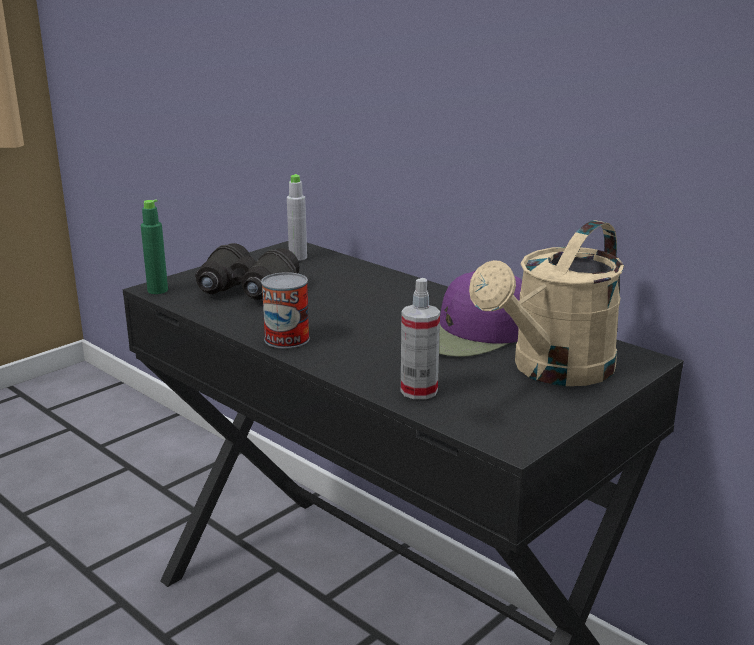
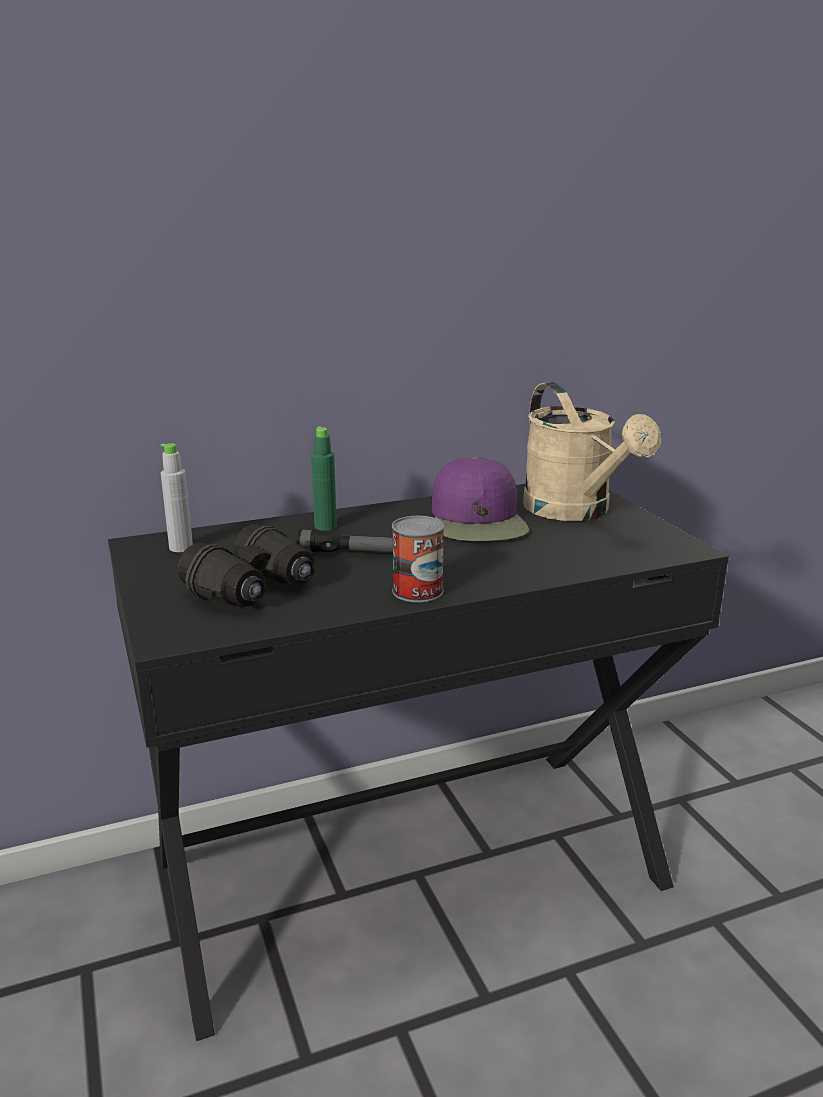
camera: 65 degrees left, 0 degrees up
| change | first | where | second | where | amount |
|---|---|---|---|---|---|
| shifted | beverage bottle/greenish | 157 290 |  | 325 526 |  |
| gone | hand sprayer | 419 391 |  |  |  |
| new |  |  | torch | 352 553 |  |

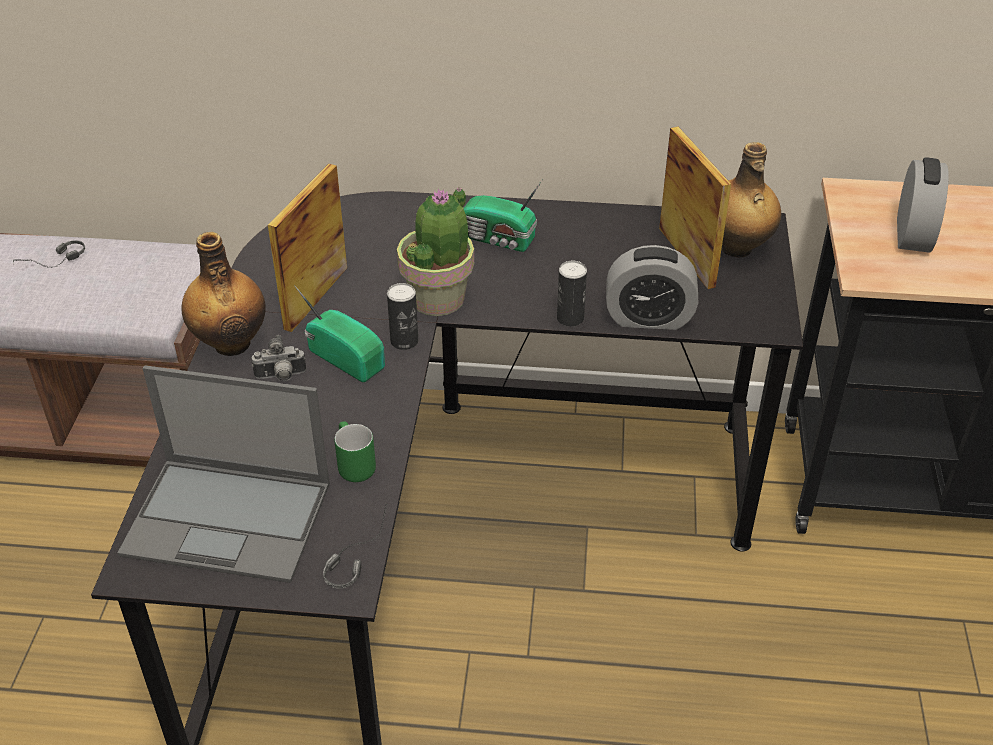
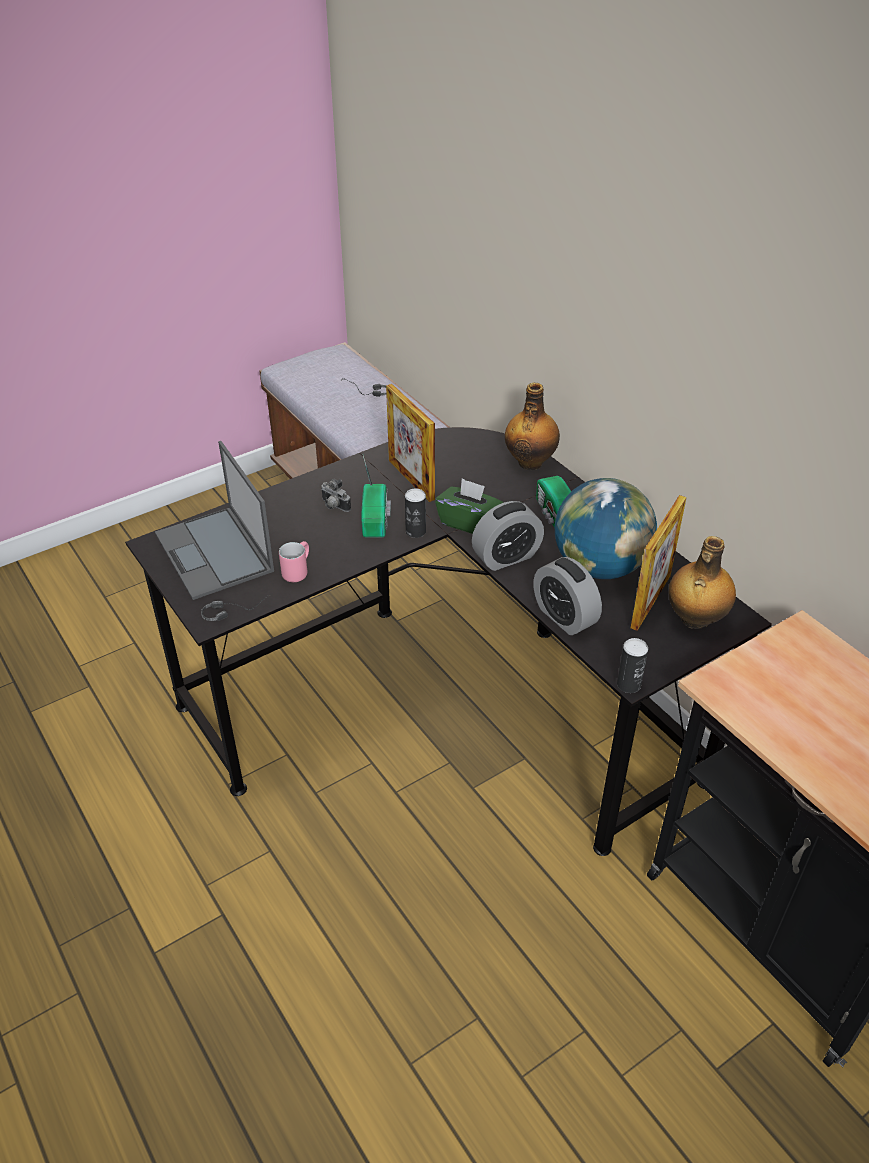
camera: 50 degrees right, 0 degrees up
| change | first | where | second | where | amount |
|---|---|---|---|---|---|
| shifted | beverage bottle | 231 343 |  | 530 462 |  |
| rotated | standing frame | 316 298 |  | 411 480 | 105 degrees counterclockwise |
| repainted | mug/greenish | 351 465 | mug/pinkish | 296 571 |  |
| swapped | potted plant | 438 298 | box of tissues/greenish | 469 522 |  |
| shifted | metal can | 570 318 |  | 628 684 |  |
| shifted | alarm clock | 913 234 |  | 506 557 |  |
| new |  |  | world globe | 600 566 |  |

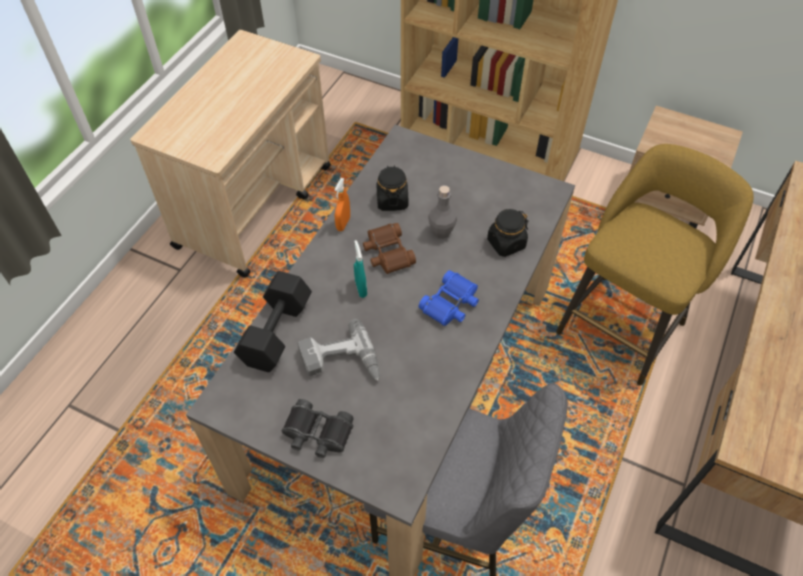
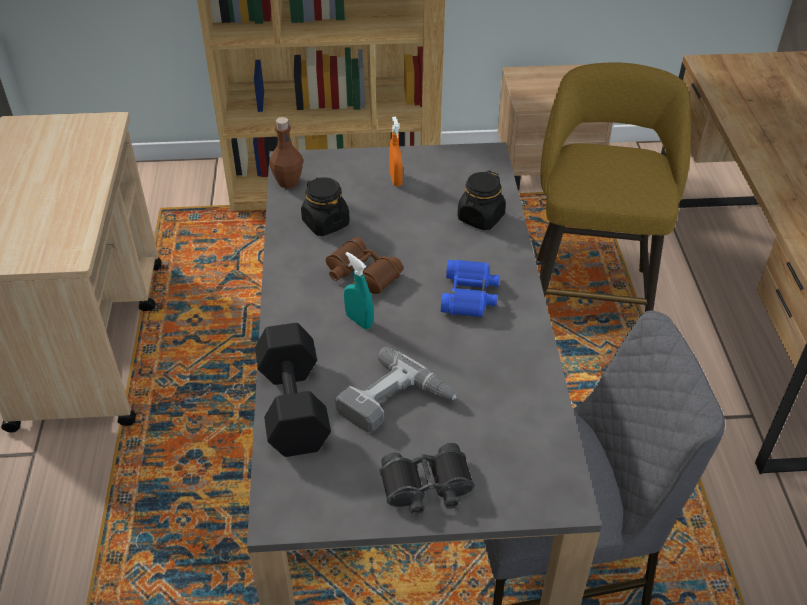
camera: 30 degrees left, 10 degrees down
| change | first | where | second | where | amount |
|---|---|---|---|---|---|
| shifted | hand sprayer/orange | 343 223 |  | 396 179 |  |
| gone | beverage bottle/gray | 441 232 |  |  |  |
| new |  |  | beverage bottle/brown-coloured | 288 182 |  |

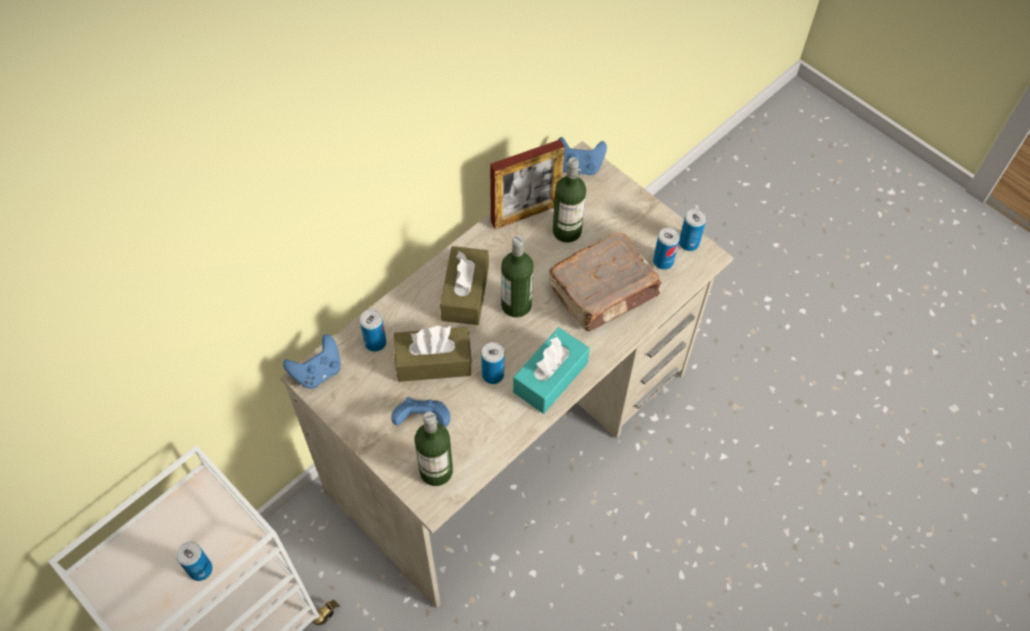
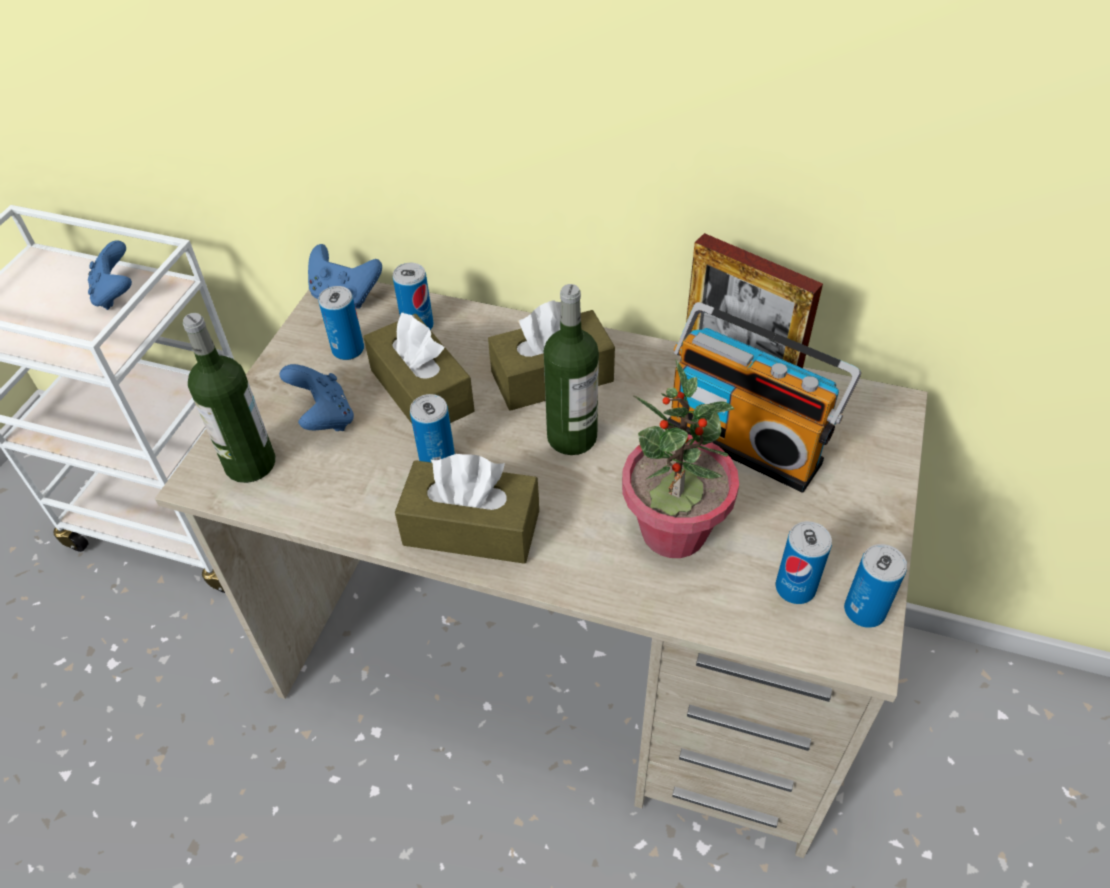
camera: 65 degrees right, 10 degrees down
| change | first | where | second | where | amount |
|---|---|---|---|---|---|
| shifted | metal can | 200 569 |  | 348 350 |  |
| repainted | box of tissues/blue-green | 550 377 | box of tissues/brown-coloured | 471 528 |  |
| swapped | bound book/brown-coloured | 604 292 | potted plant | 673 532 |  |
| swapped | beverage bottle | 567 231 | radio receiver | 746 440 |  |
| shifted | game controller/bluish | 579 166 |  | 116 294 |  |

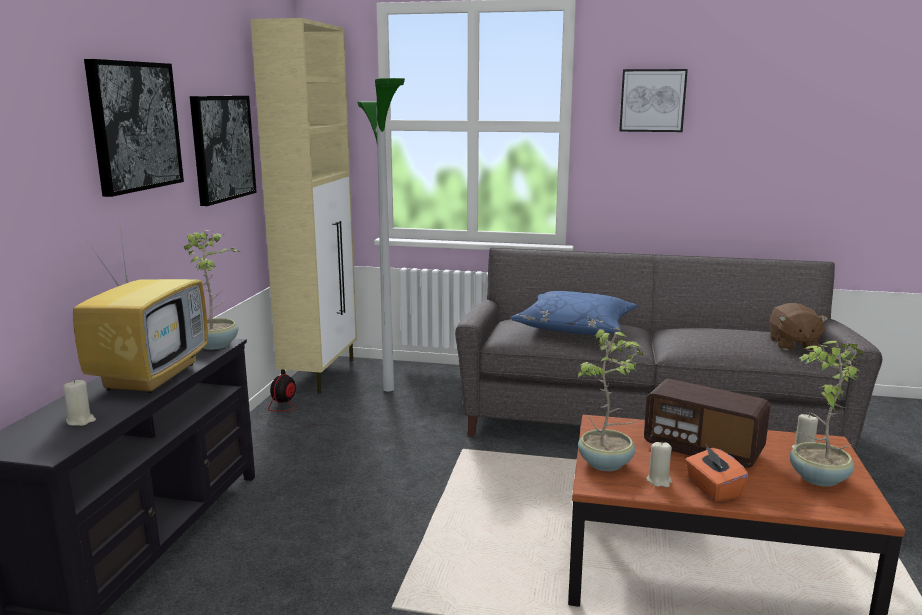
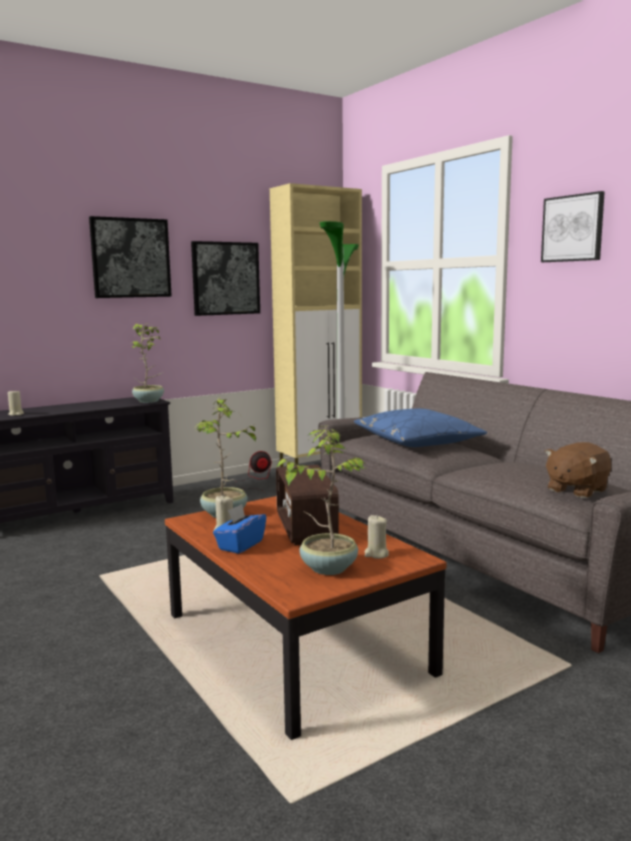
camera: 45 degrees right, 5 degrees down
| change | first | where | second | where | amount |
|---|---|---|---|---|---|
| gone | TV | 151 376 |  |  |  |
| repainted | box of tissues/orange | 713 489 | box of tissues/bluish | 240 545 |  |

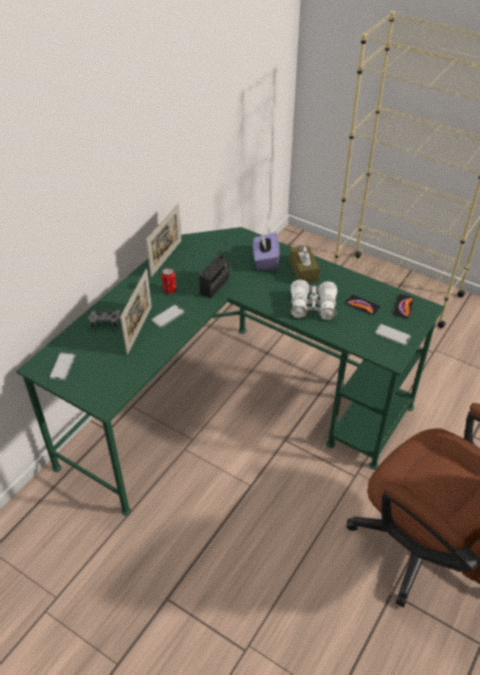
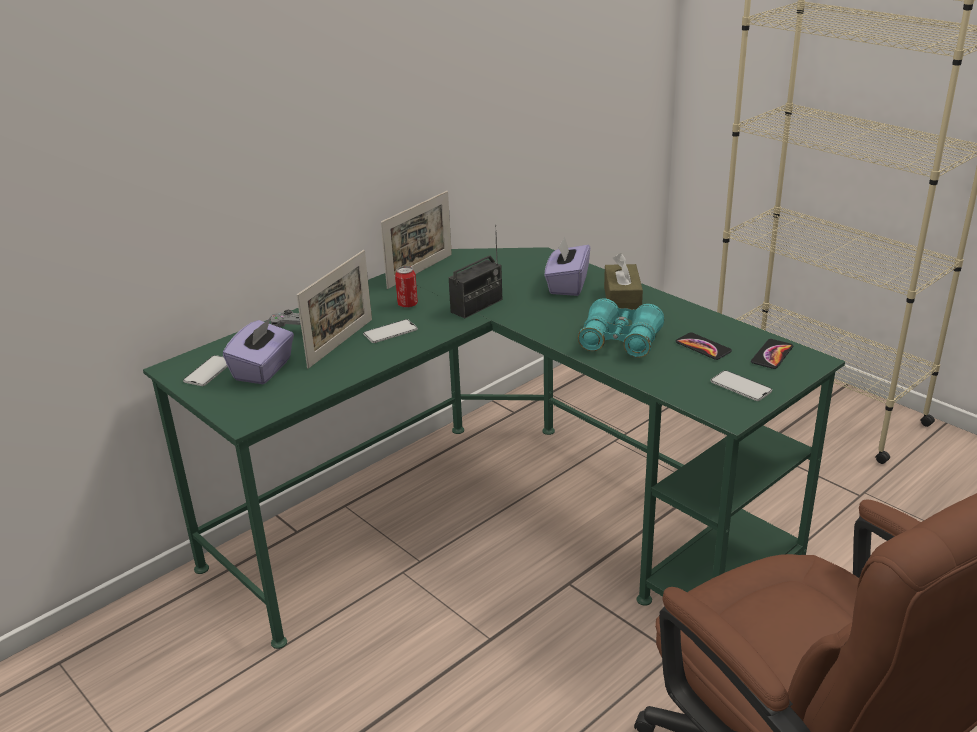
camera: 15 degrees right, 15 degrees down
| change | first | where | second | where | amount |
|---|---|---|---|---|---|
| repainted | pair of binoculars/whitish | 313 306 | pair of binoculars/blue-green | 620 341 |  |
| new |  |  | box of tissues/purple-coloured | 264 370 |  |

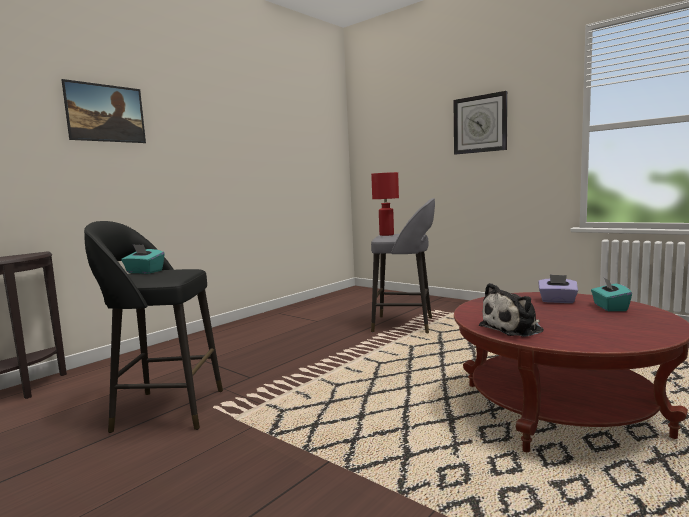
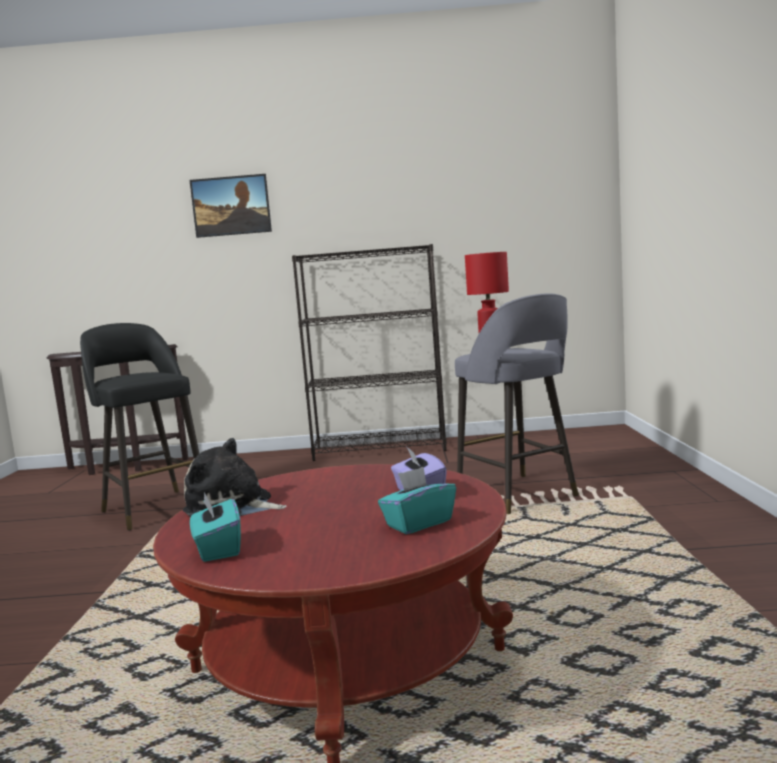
camera: 50 degrees right, 0 degrees up
| change | first | where | second | where | amount |
|---|---|---|---|---|---|
| shifted | box of tissues/blue-green | 144 272 |  | 218 549 |  |
| gone | hanging clock | 480 124 |  |  |  |
| new |  |  | shelving unit/black | 380 449 |  |

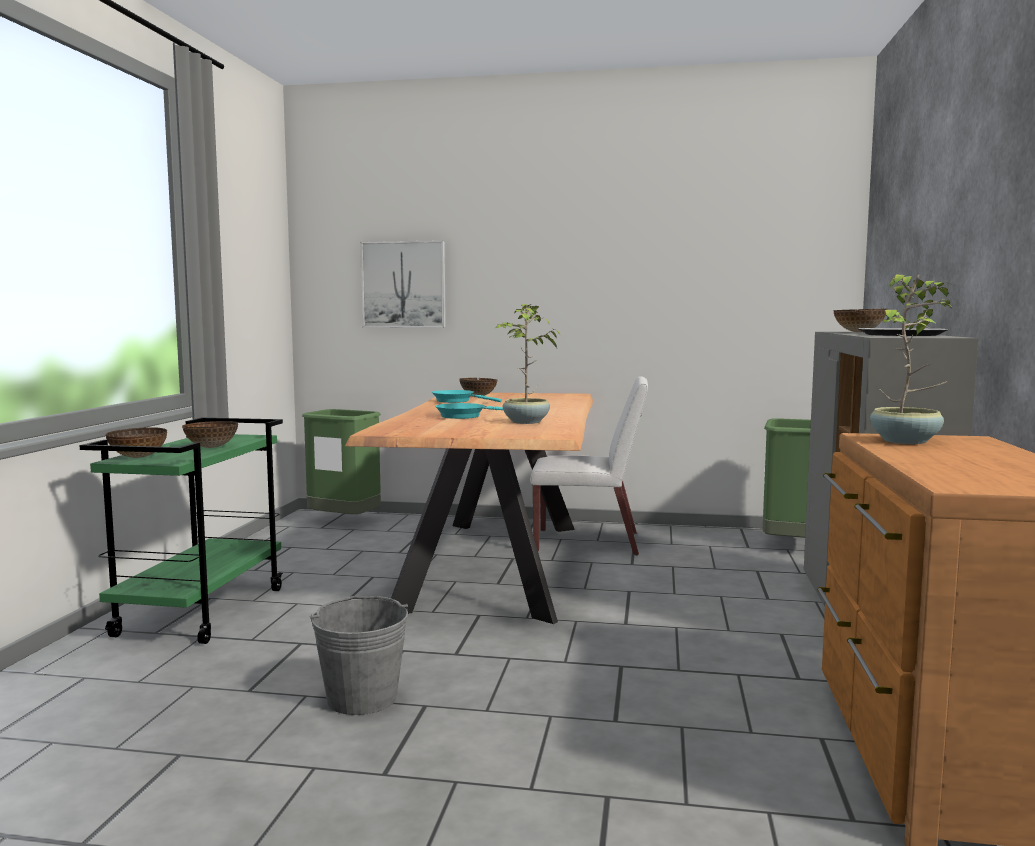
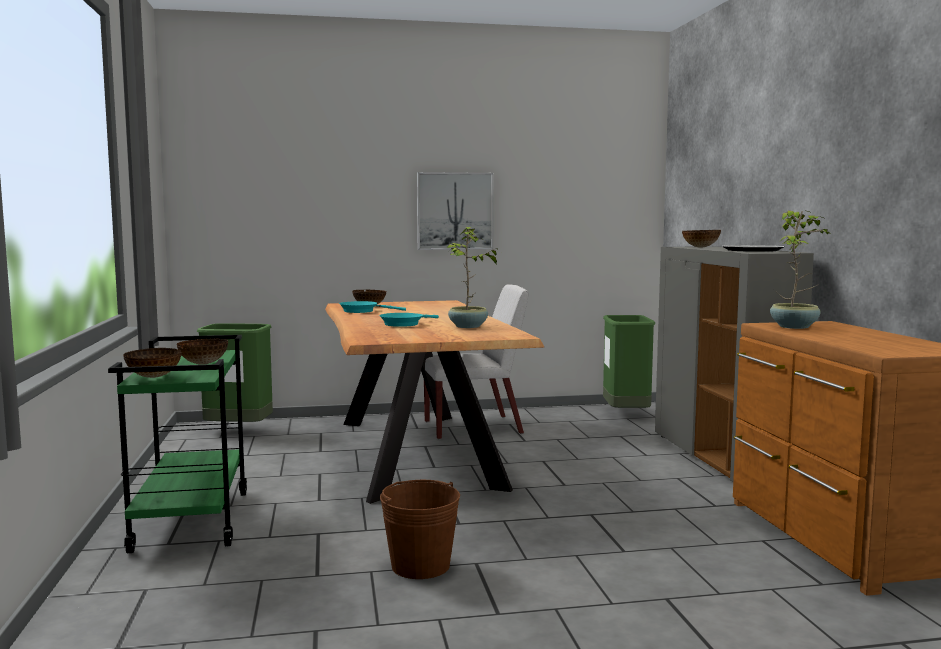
camera: 20 degrees left, 0 degrees up
| change | first | where | second | where | amount |
|---|---|---|---|---|---|
| repainted | pail/gray | 362 698 | pail/brown-coloured | 420 566 |  |
| shifted | wall picture | 403 284 |  | 455 211 |  |

